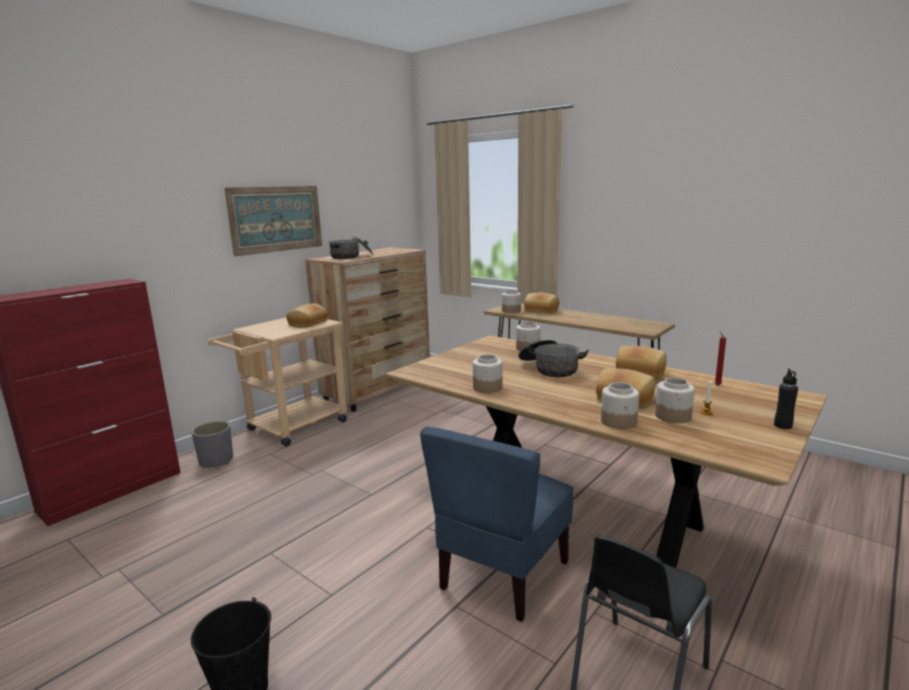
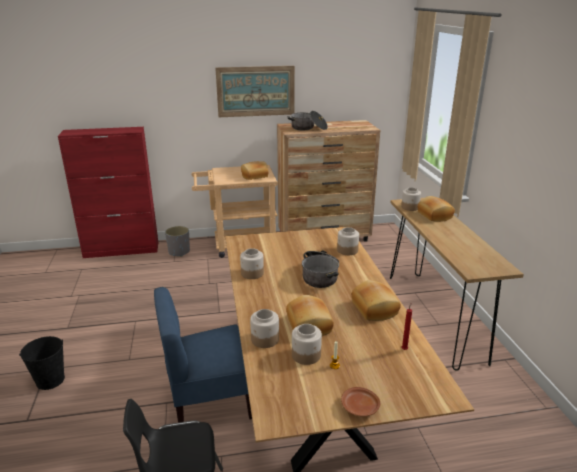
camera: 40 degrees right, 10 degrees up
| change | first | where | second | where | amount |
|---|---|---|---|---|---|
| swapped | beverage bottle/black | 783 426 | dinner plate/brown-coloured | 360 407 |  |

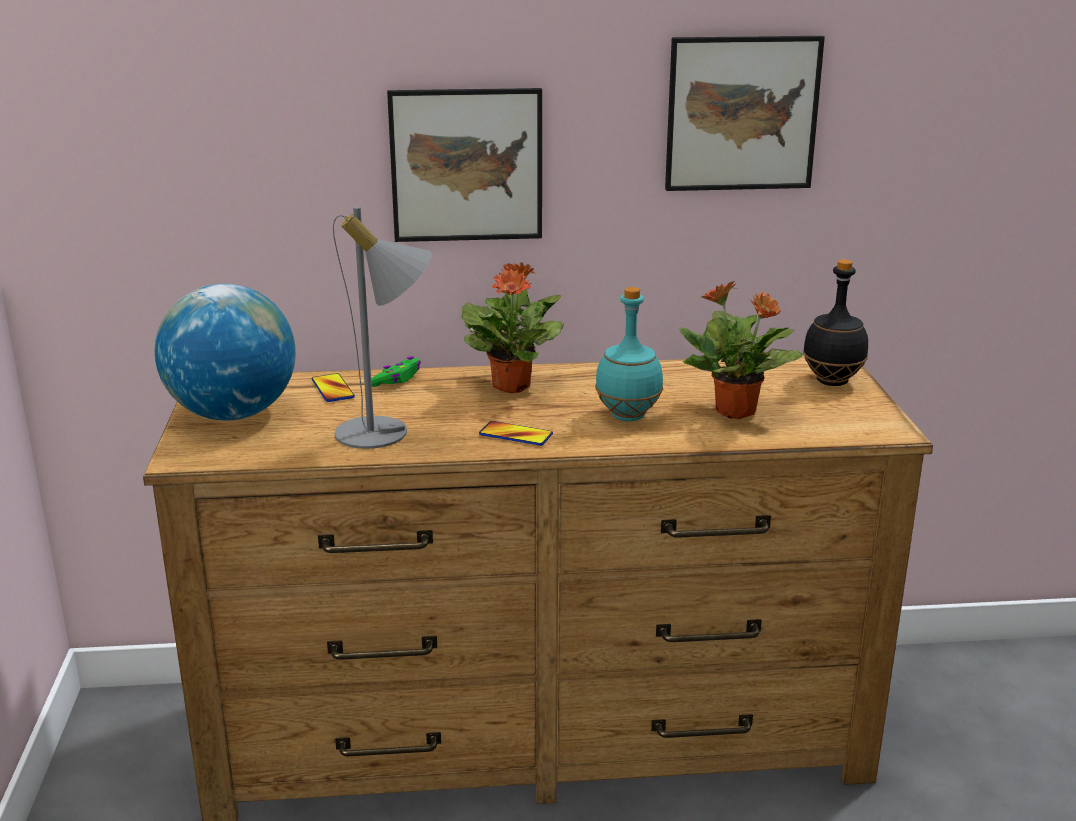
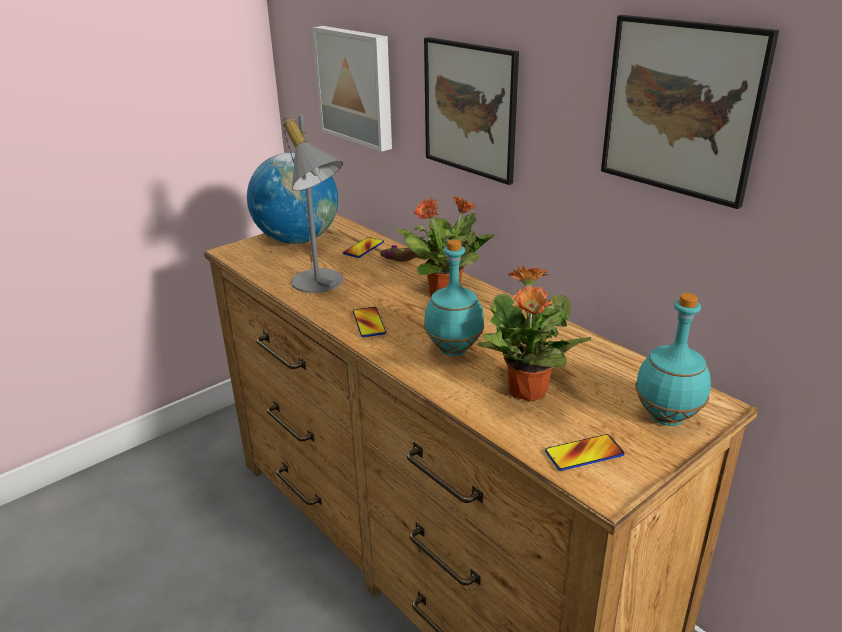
camera: 55 degrees right, 5 degrees up
| change | first | where | second | where | amount |
|---|---|---|---|---|---|
| repainted | game controller/greenish | 396 379 | game controller/brown-coloured | 402 258 |  |
| repainted | beverage bottle/black | 831 381 | beverage bottle/blue-green | 666 417 |  |
| new |  |  | wall picture | 357 86 |  |
| new |  |  | handset | 584 454 |  |

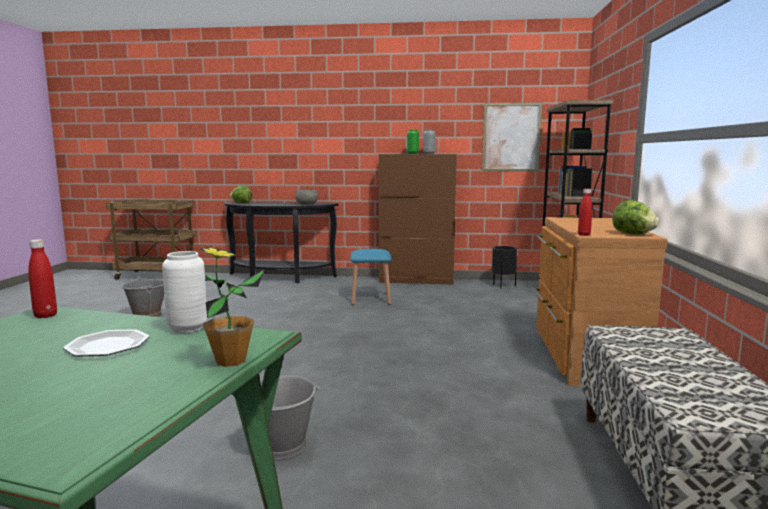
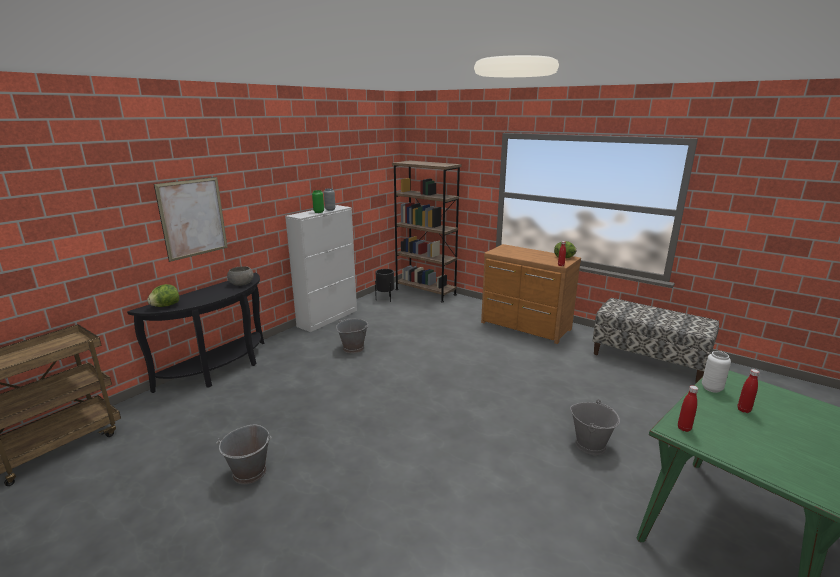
camera: 60 degrees left, 10 degrees up
| change | first | where | second | where | amount |
|---|---|---|---|---|---|
| swapped | dinner plate | 108 346 | beverage bottle/red-coloured | 743 410 |  |
| gone | potted plant | 230 361 |  |  |  |
| swapped | stool seat/bluish | 370 299 | pail/gray | 353 348 |  |
| repainted | cabinet/brown-coloured | 416 280 | cabinet/whitish | 328 318 |  |
| shifted | wall picture | 511 137 |  | 193 218 |  |

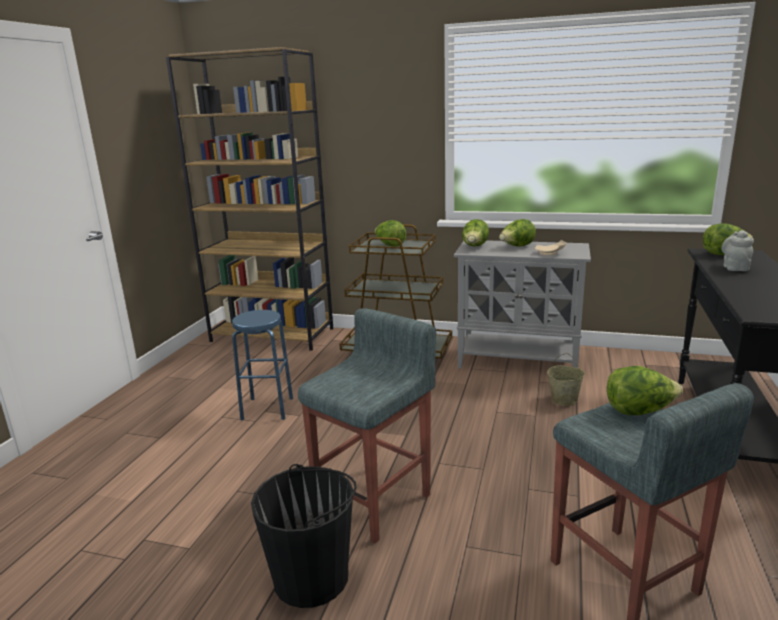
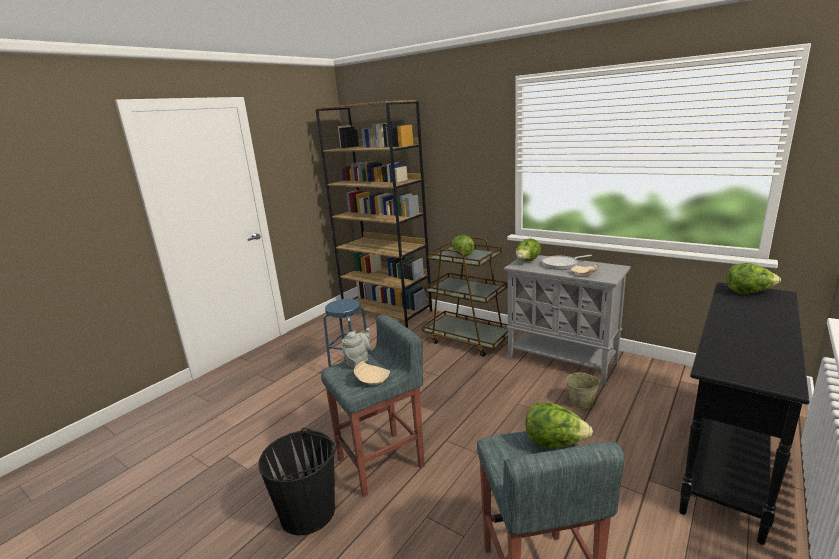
camera: 20 degrees right, 0 degrees up
| change | first | where | second | where | amount |
|---|---|---|---|---|---|
| swapped | lettuce | 516 247 | skillet | 562 264 |  |
| shifted | teapot/gray | 734 267 |  | 358 361 |  |
| new |  |  | dinner plate/beige | 372 379 |  |

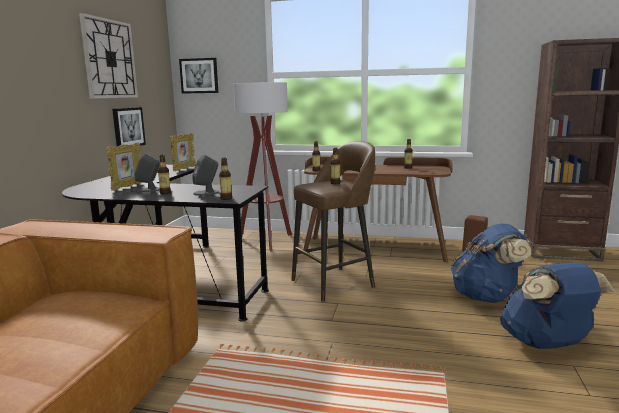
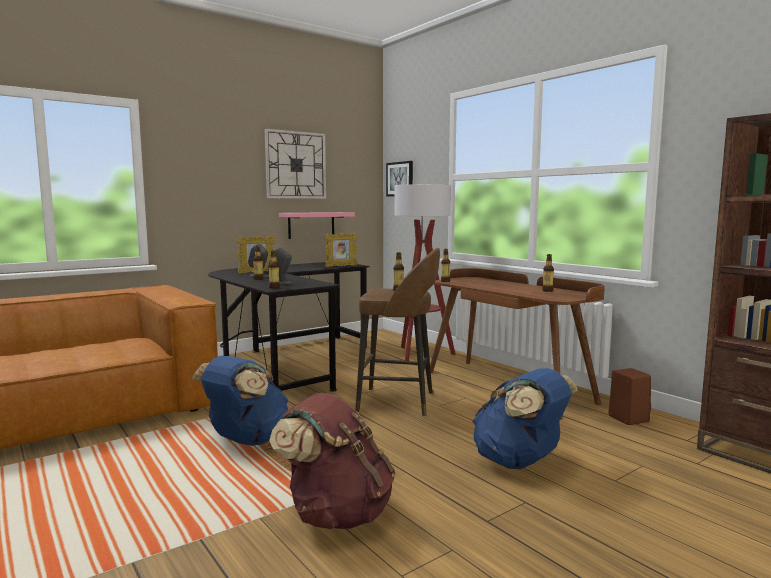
camera: 40 degrees right, 5 degrees down
| change | first | where | second | where | amount |
|---|---|---|---|---|---|
| swapped | wall picture | 128 127 | wall shelf/pinkish | 311 225 |  |
| shifted | knapsack/bluish | 546 344 |  | 246 441 |  |
| new |  |  | knapsack/brown-coloured | 336 514 |  |

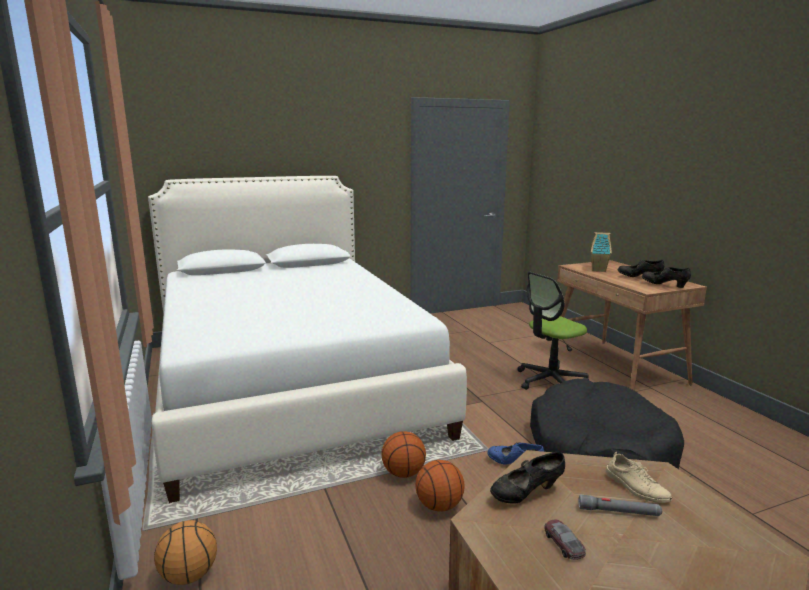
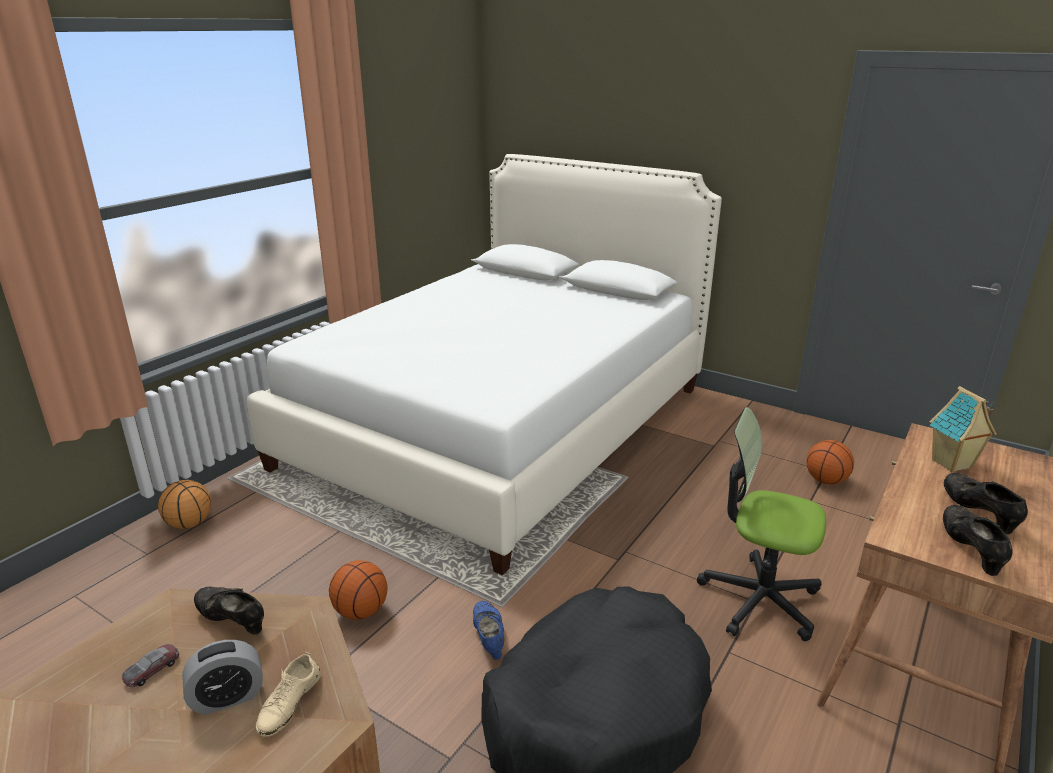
camera: 55 degrees right, 10 degrees up
| change | first | where | second | where | amount |
|---|---|---|---|---|---|
| shifted | basketball ball | 403 473 |  | 826 481 |  |
| swapped | torch/gray | 619 511 | alarm clock | 227 697 |  |

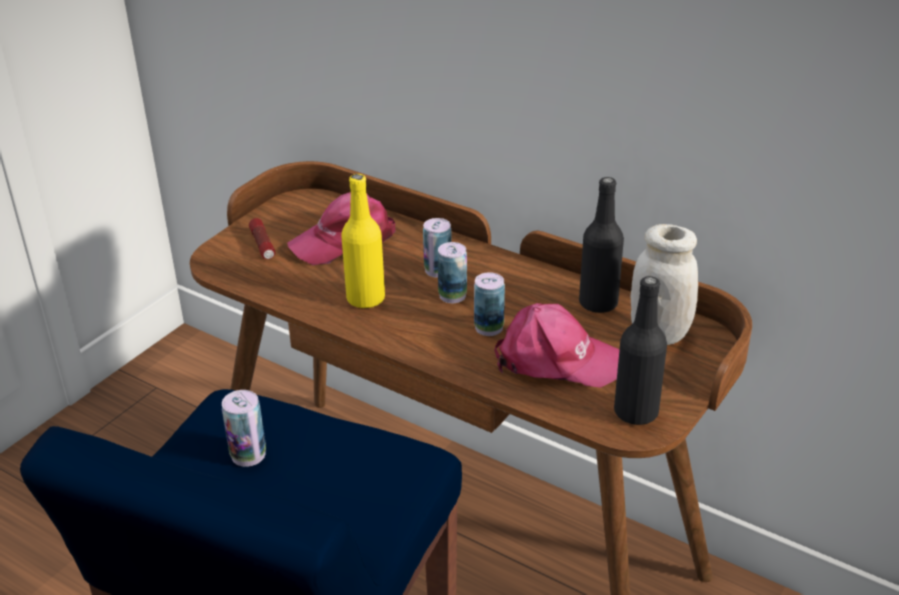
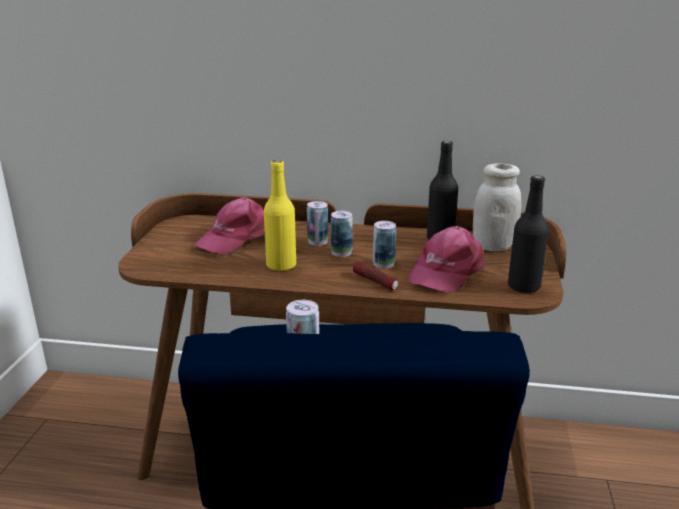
camera: 25 degrees left, 10 degrees down
| change | first | where | second | where | amount |
|---|---|---|---|---|---|
| shifted | torch | 263 245 |  | 375 281 |  |
| rotated | peaked cap/pinkish | 556 360 |  | 445 271 | 135 degrees clockwise |

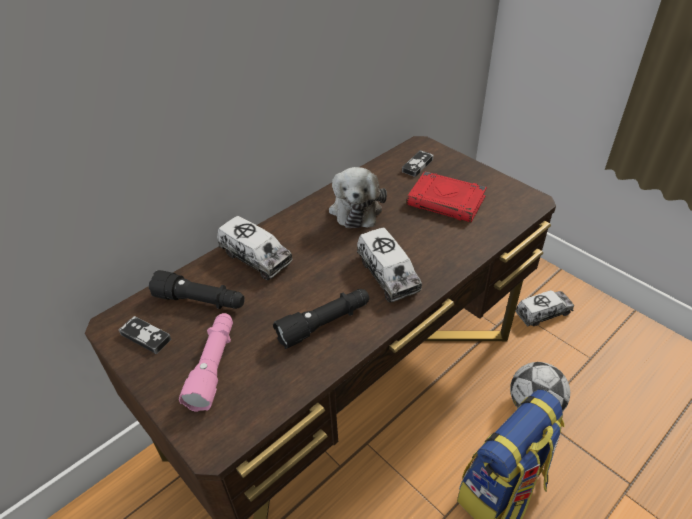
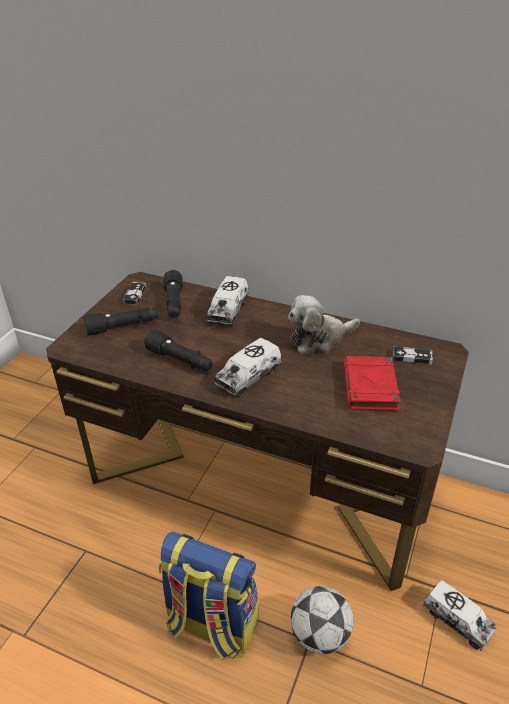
camera: 65 degrees right, 5 degrees down
| change | first | where | second | where | amount |
|---|---|---|---|---|---|
| repainted | torch/pinkish | 214 366 | torch/black | 122 327 |  |

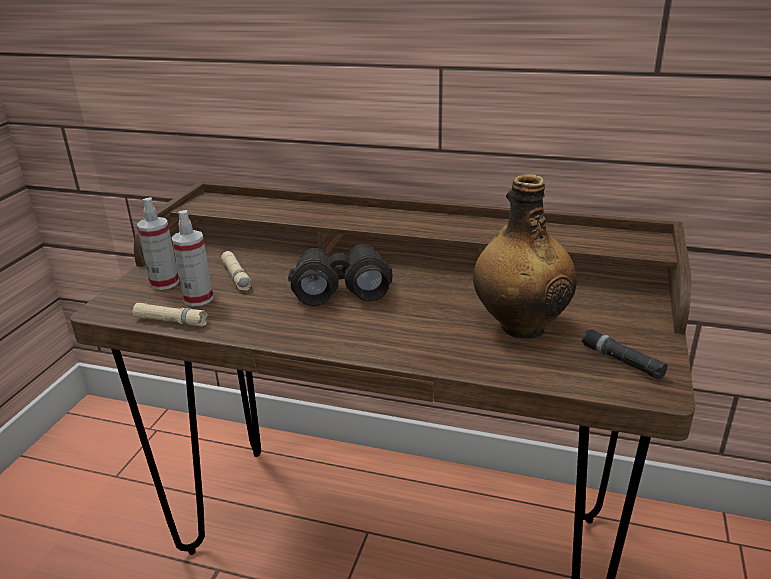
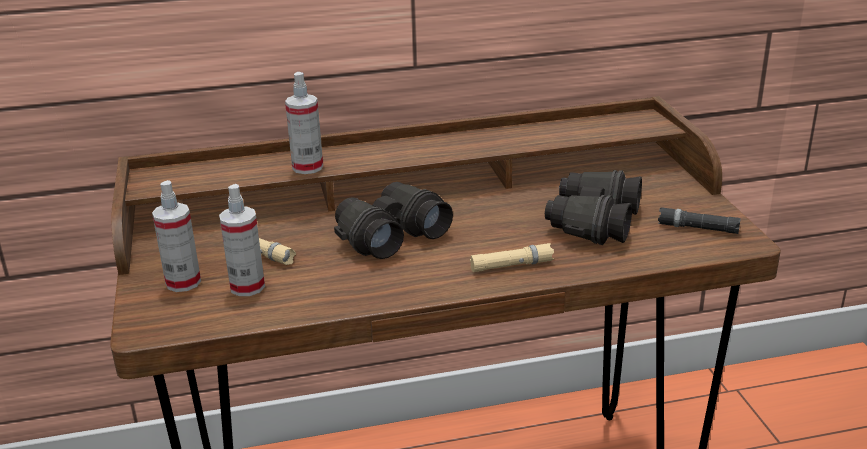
camera: 30 degrees left, 0 degrees up
| change | first | where | second | where | amount |
|---|---|---|---|---|---|
| shifted | torch/beige | 171 321 |  | 511 265 |  |
| swapped | beverage bottle | 520 326 | pair of binoculars/black | 592 223 |  |
| new |  |  | hand sprayer | 307 167 |  |

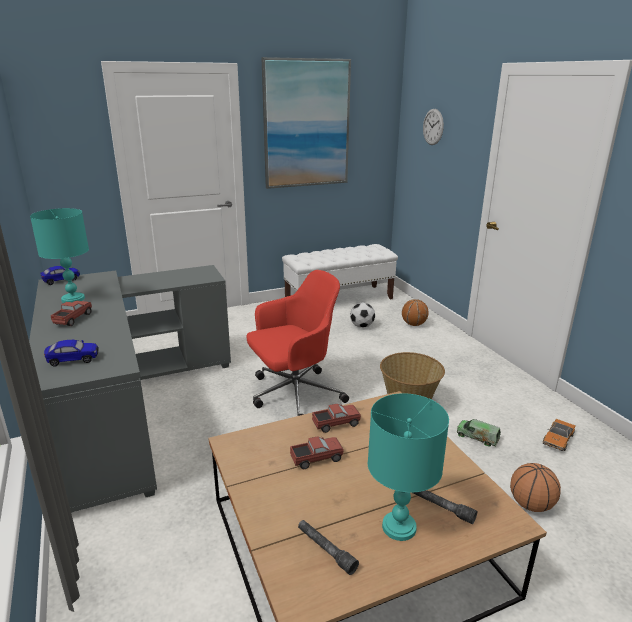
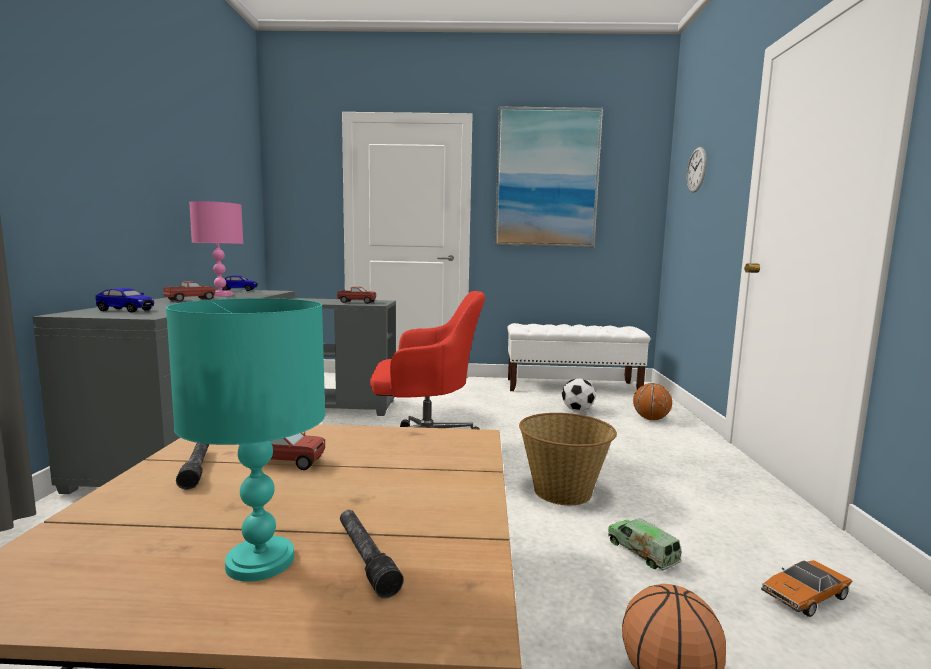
camera: 25 degrees right, 15 degrees down
| change | first | where | second | where | amount |
|---|---|---|---|---|---|
| repainted | table lamp/blue-green | 73 299 | table lamp/pinkish | 221 295 |  |
| shifted | torch/gray | 326 550 |  | 196 468 |  |
| shifted | model truck | 336 424 |  | 356 302 |  |

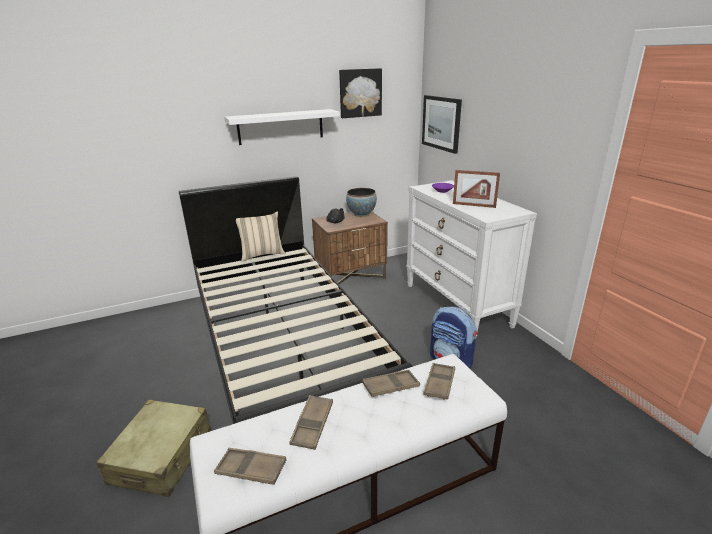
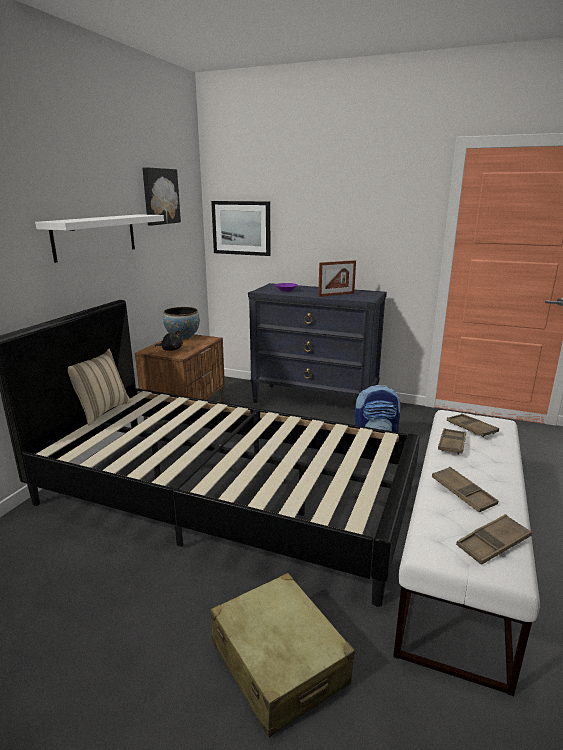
camera: 45 degrees left, 5 degrees down
| change | first | where | second | where | amount |
|---|---|---|---|---|---|
| repainted | chest of drawers/whitish | 457 305 | chest of drawers/black | 315 402 |  |

